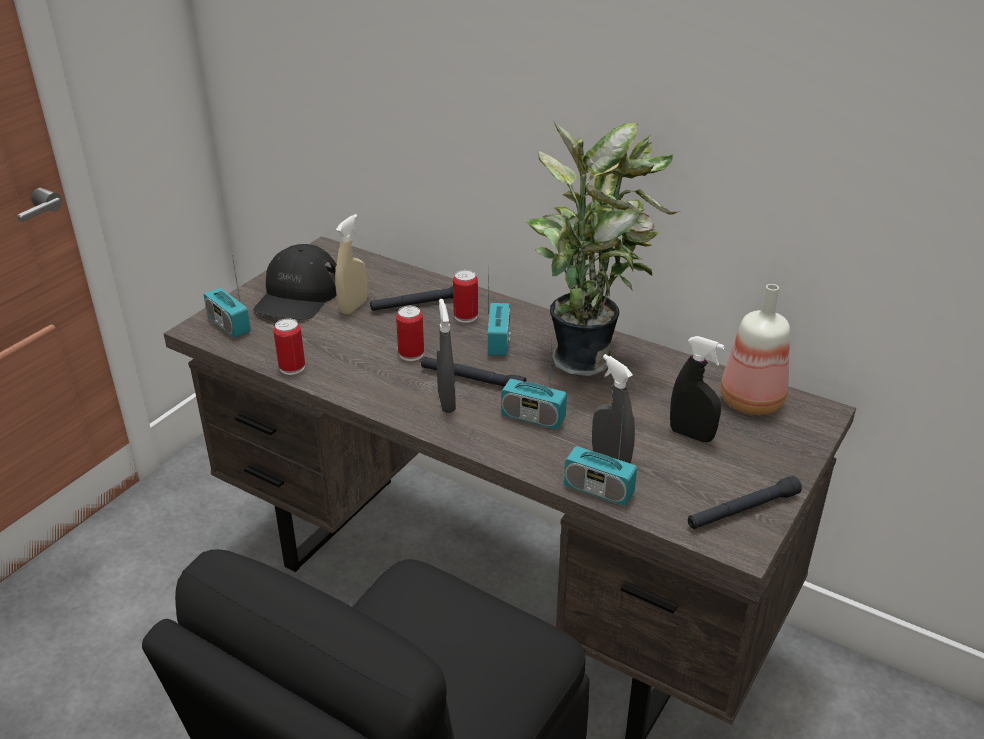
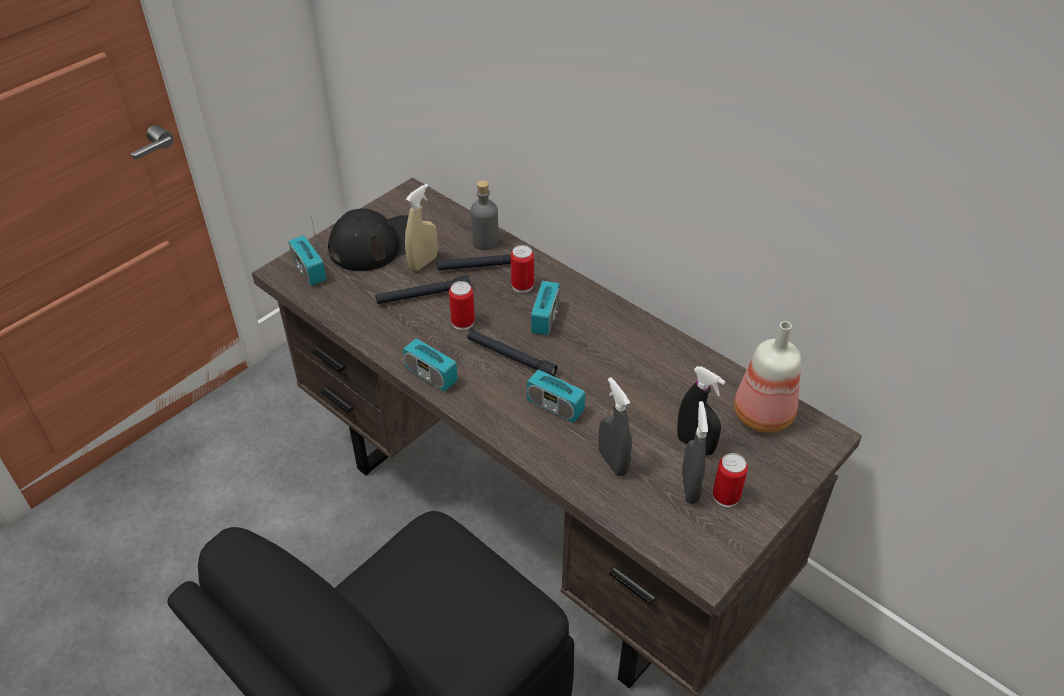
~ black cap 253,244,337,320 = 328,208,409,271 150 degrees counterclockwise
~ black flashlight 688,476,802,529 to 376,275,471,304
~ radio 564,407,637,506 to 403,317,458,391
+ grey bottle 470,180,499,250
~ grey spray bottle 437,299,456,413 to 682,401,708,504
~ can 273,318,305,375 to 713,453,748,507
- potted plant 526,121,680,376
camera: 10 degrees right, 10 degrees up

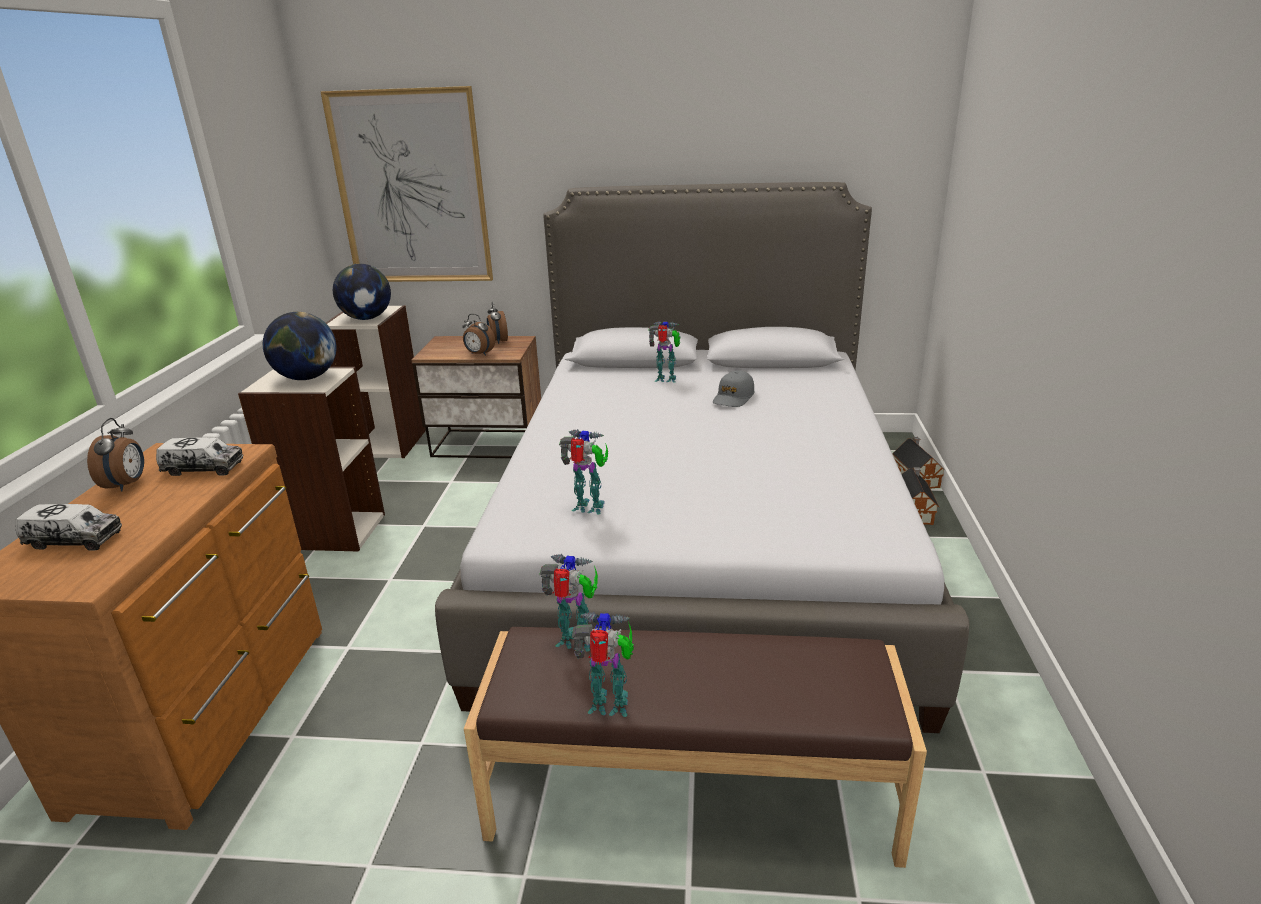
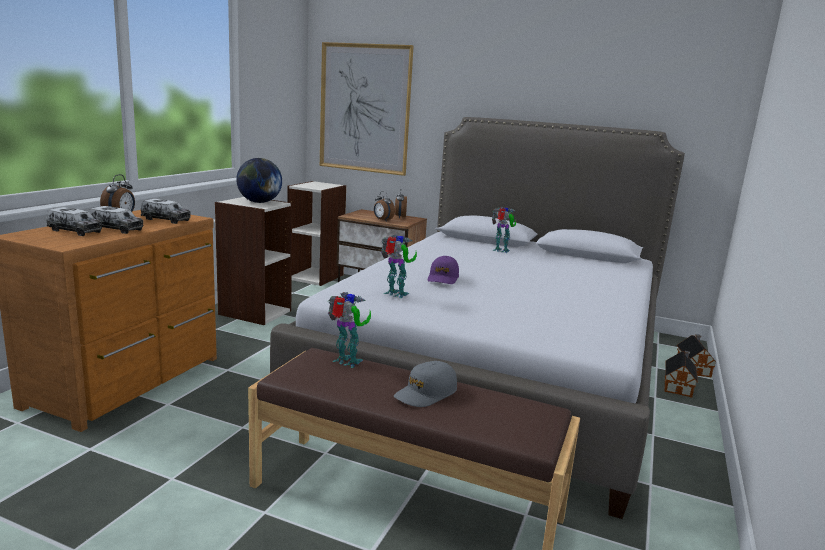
+ toy truck 89,206,144,234
~ grey cap 713,370,755,407 to 394,361,457,407
+ purple cap 428,256,459,284
- globe 333,264,391,320
- toy robot 572,611,634,717
camera: 15 degrees right, 10 degrees down

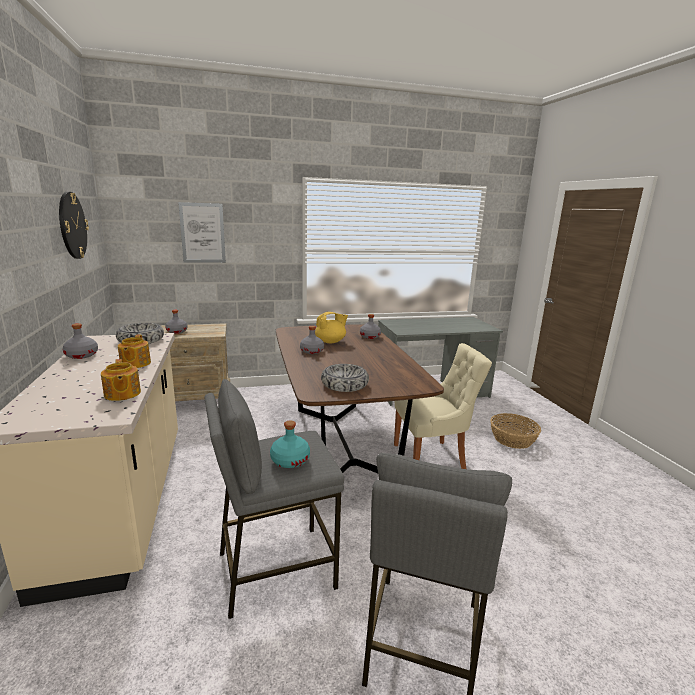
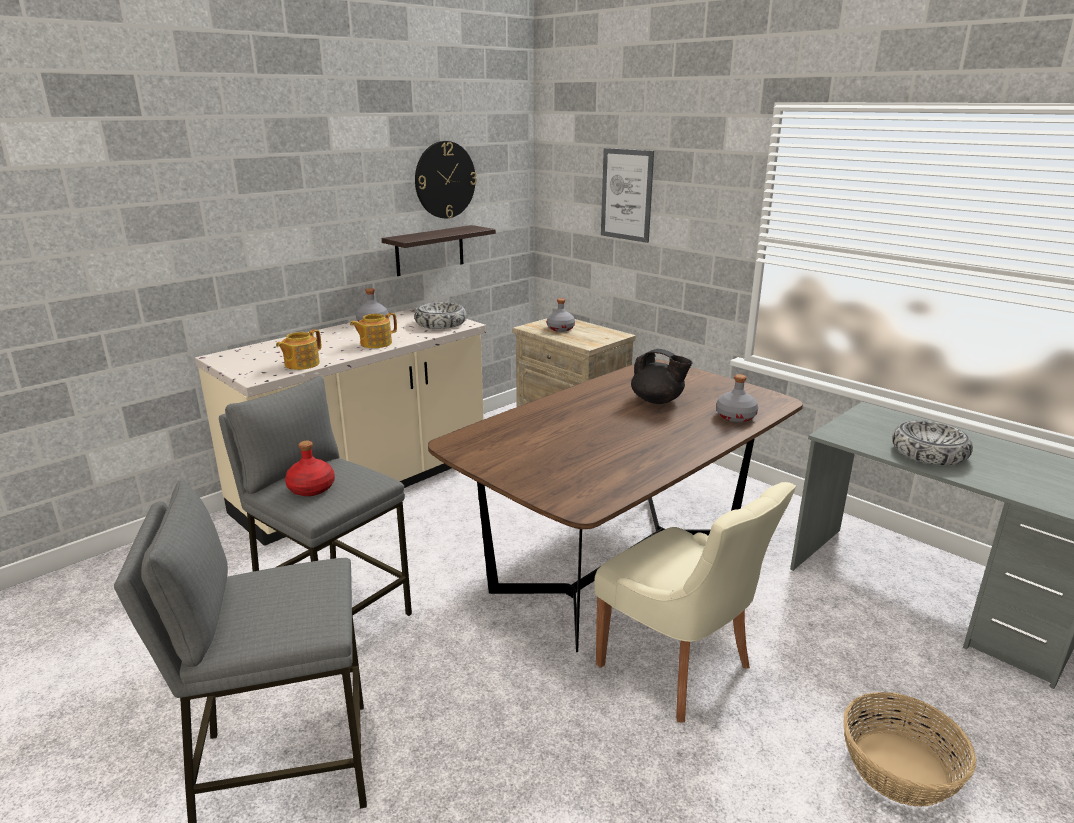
~ turquoise bottle 270,420,310,468 to red bottle 285,441,335,496
+ shelf 382,225,496,276
~ yellow teapot 315,312,348,343 to black teapot 631,349,692,404
~ bowl 321,364,369,392 to 892,420,973,465
- grey bottle 300,326,324,354
camera: 60 degrees right, 5 degrees up

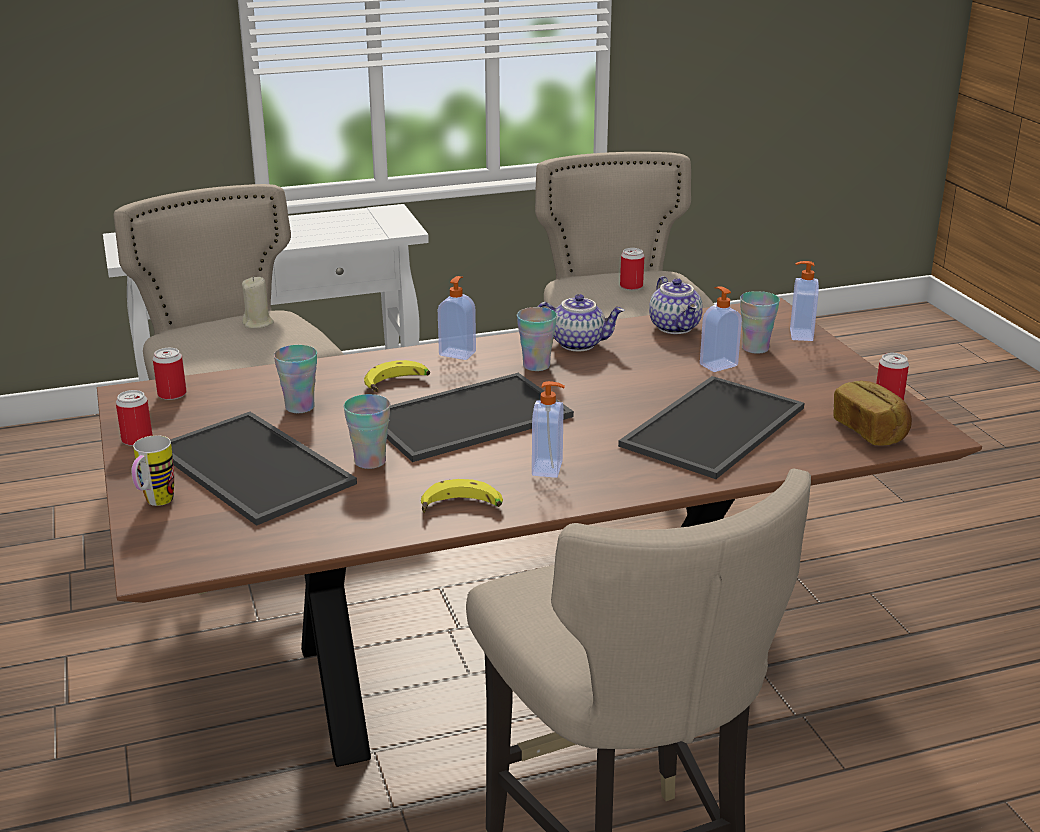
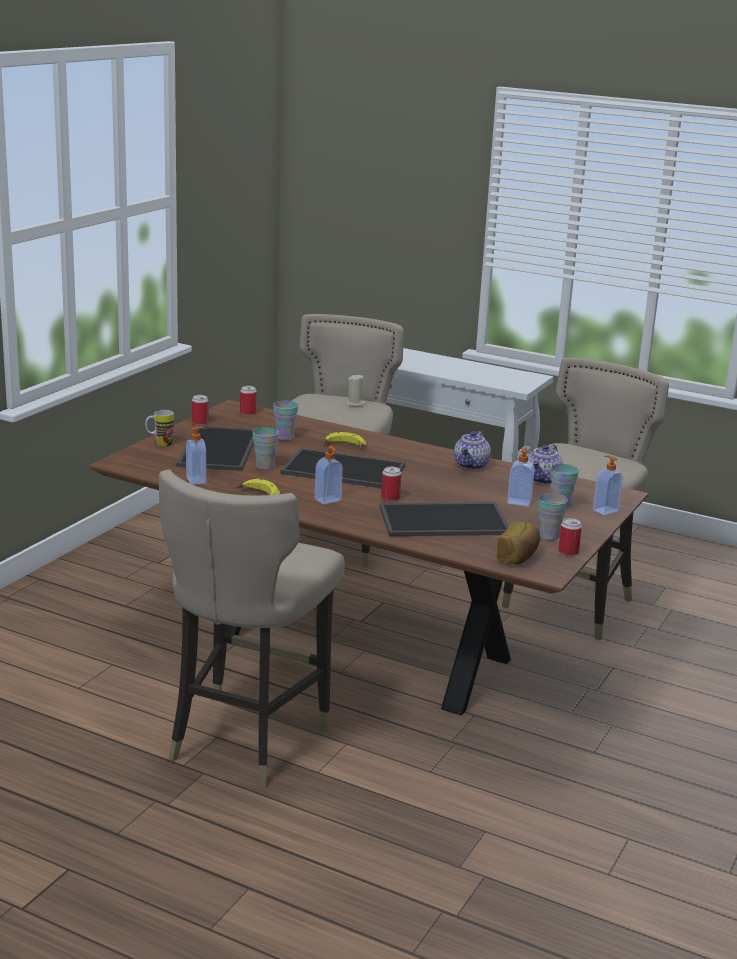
~ soap dispenser 438,276,476,360 to 186,427,206,485
~ can 620,248,644,290 to 381,467,401,501
~ teapot 538,294,625,351 = 454,431,491,470 60 degrees clockwise
~ cup 517,307,557,371 to 538,493,568,540
camera: 45 degrees right, 5 degrees down

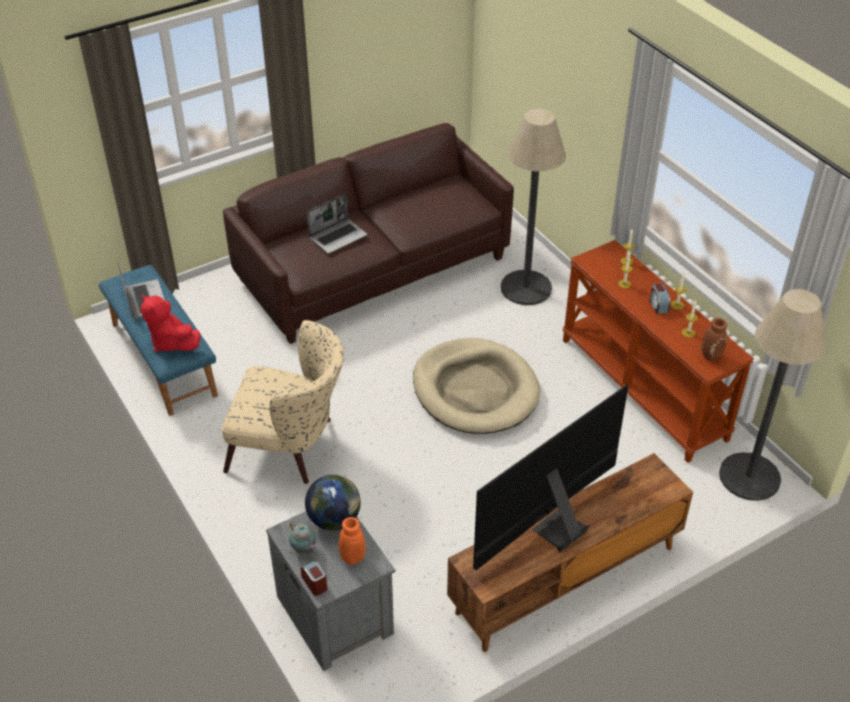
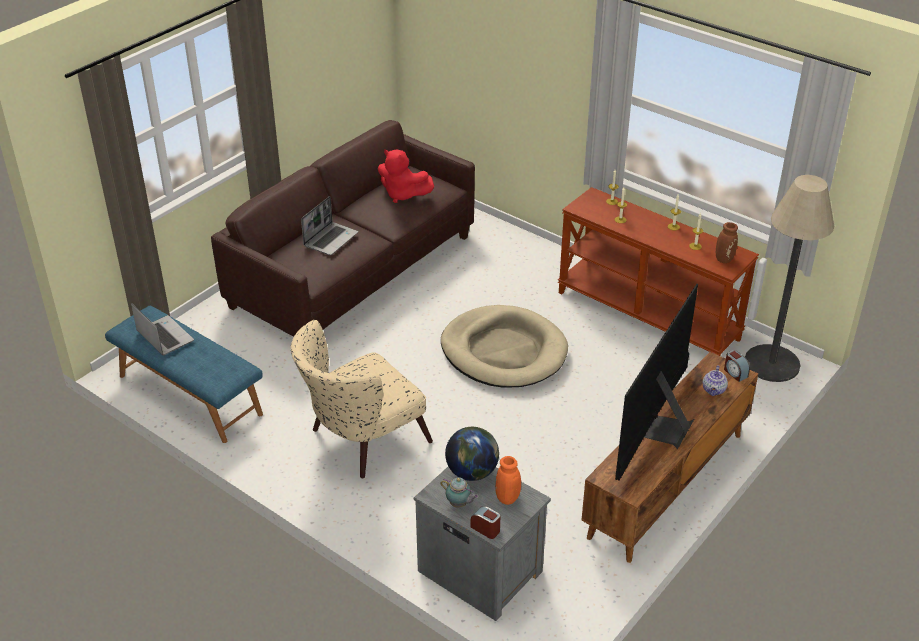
~ beige armchair 221,320,344,484 = 291,320,433,478 150 degrees clockwise
~ red plush toy 141,294,200,352 to 378,149,434,203
+ teapot 703,365,728,396
~ alarm clock 649,283,670,314 to 724,350,750,382
- floor lamp 501,109,566,305
camera: 20 degrees left, 5 degrees down

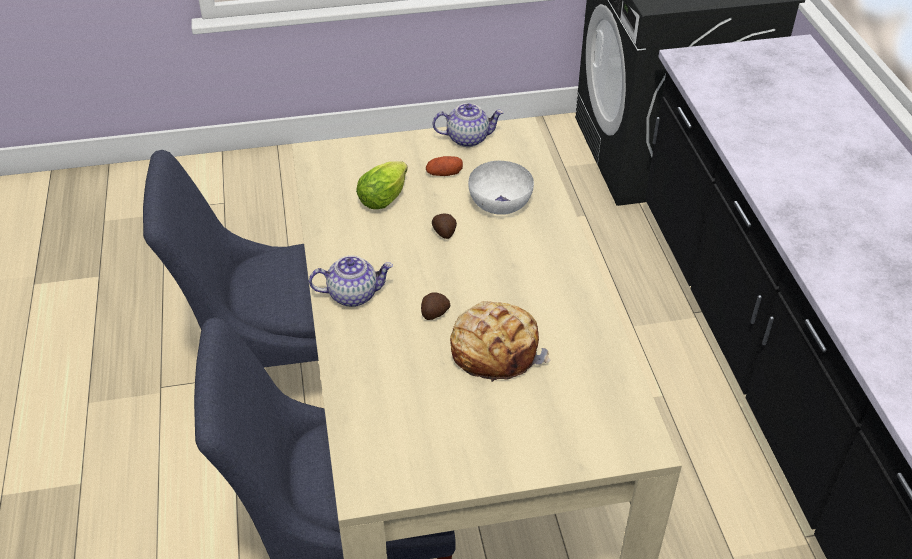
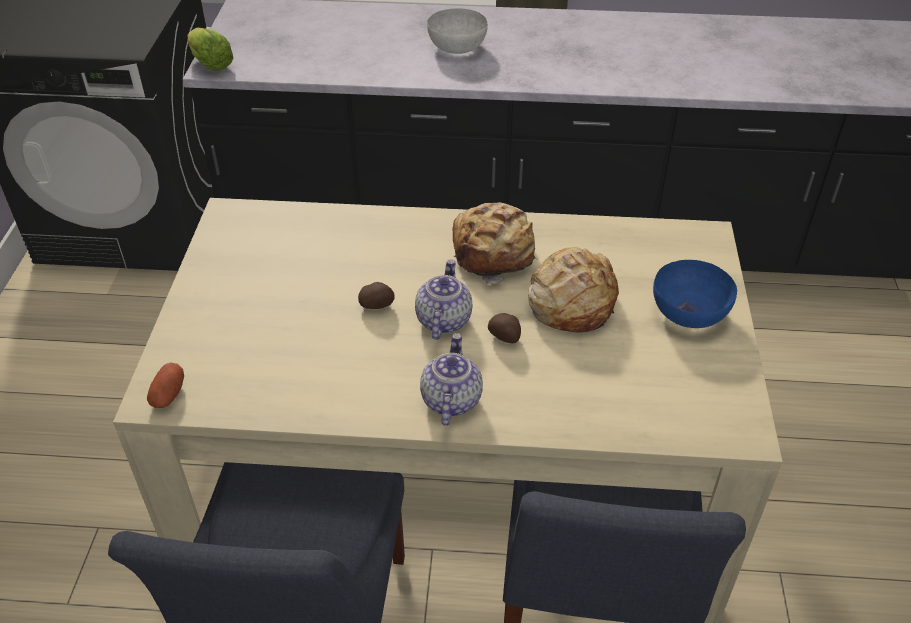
~ potato 426,156,463,176 to 147,362,184,408
~ lettuce 356,161,408,209 to 187,28,233,71
~ teapot 432,103,504,147 to 415,259,472,340
~ white bowl 468,161,534,215 to 427,8,488,54
+ bread 453,202,538,286
+ blue bowl 653,260,737,328
camera: 75 degrees left, 0 degrees up

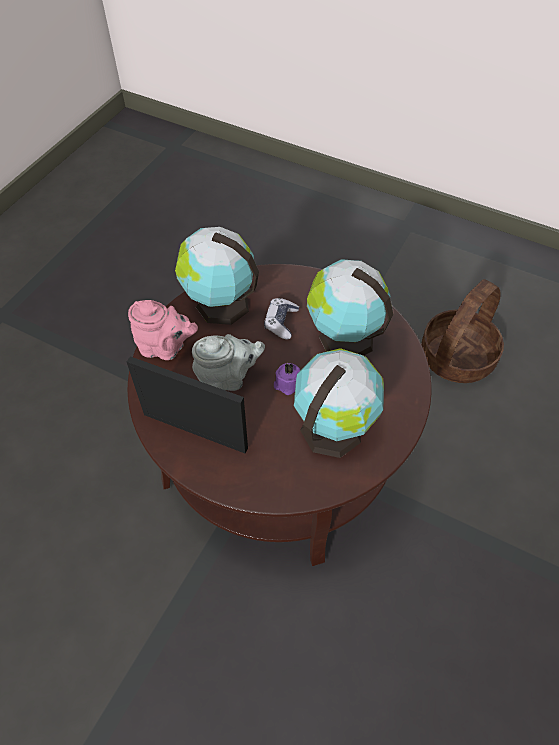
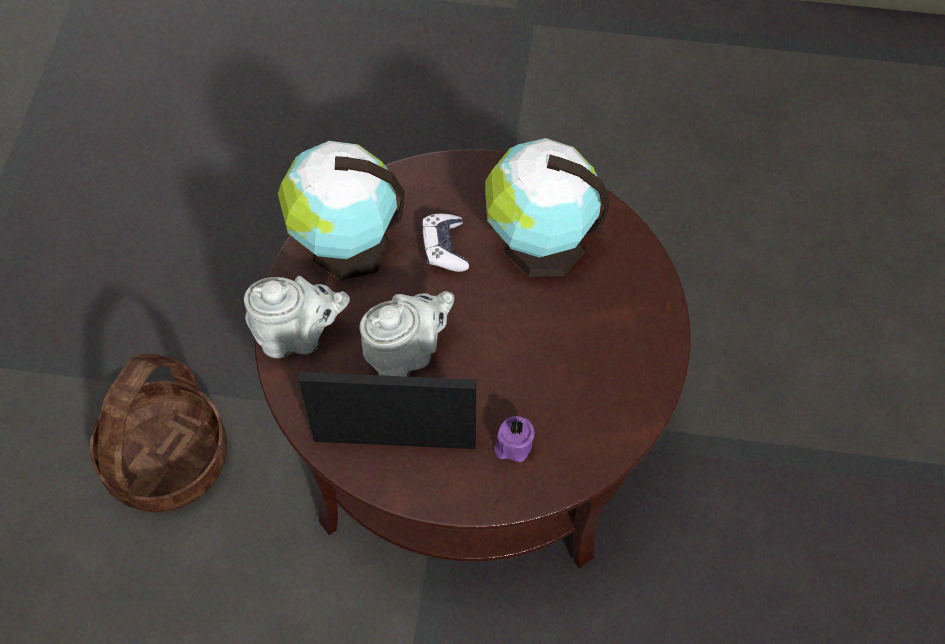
~ basket 421,279,504,383 to 89,354,227,513
~ pink teapot 128,300,198,360 to grey teapot 244,276,350,358
~ purple candle 274,363,300,395 to 494,416,534,462
- globe 294,348,384,458
camera: 20 degrees left, 5 degrees up

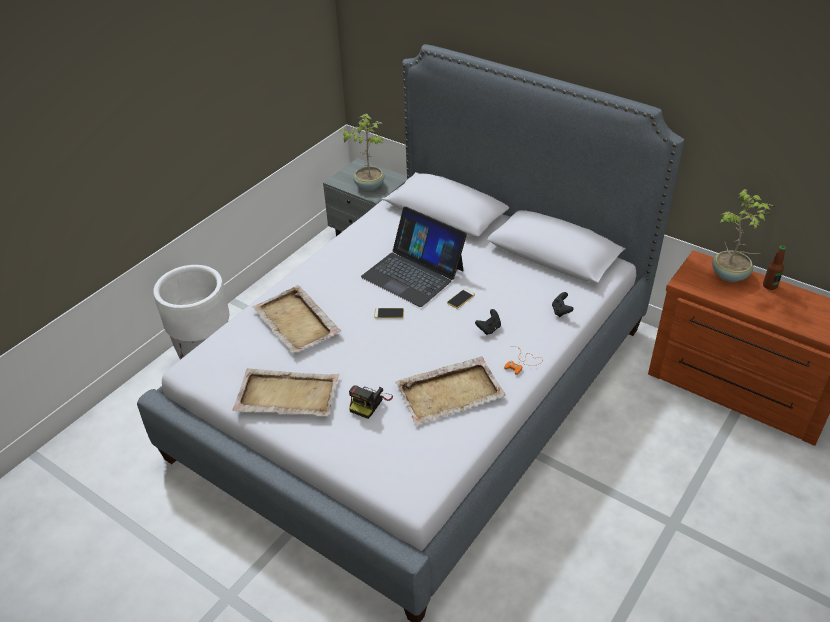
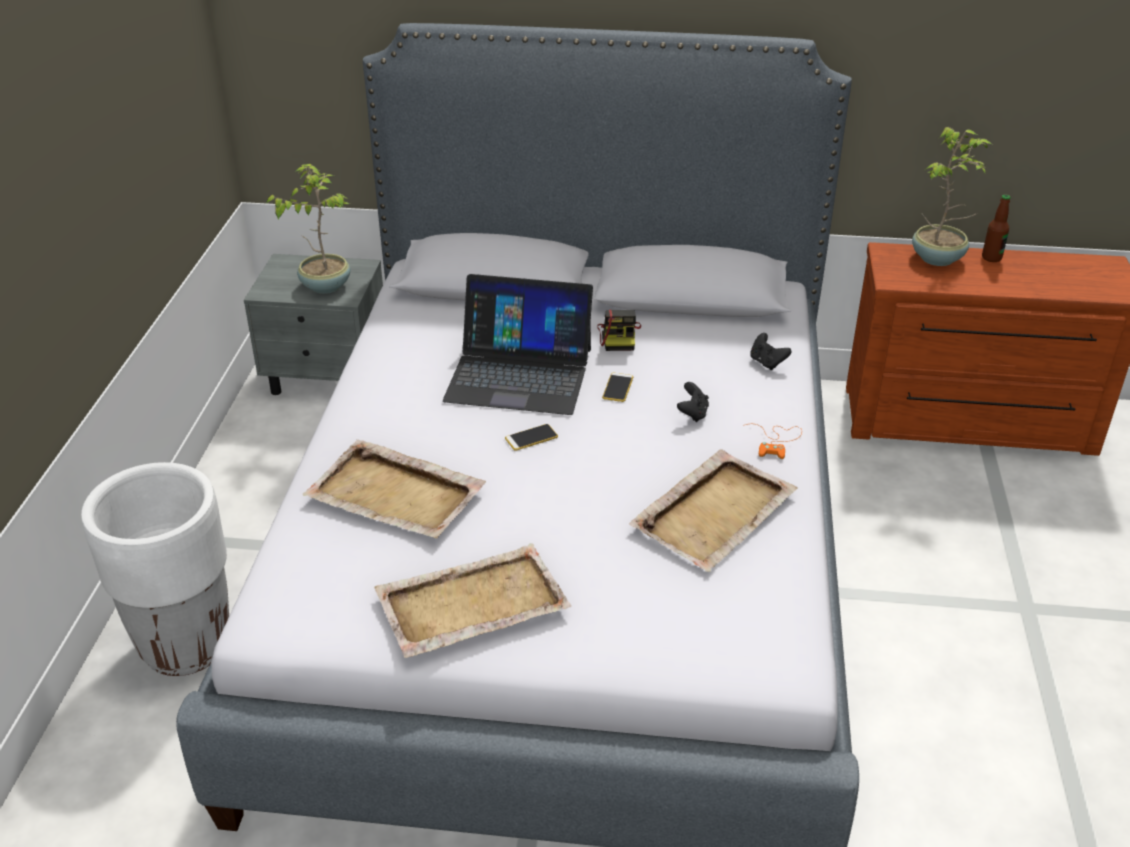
~ photo camera 349,385,393,419 to 597,310,641,351
camera: 30 degrees left, 5 degrees down

